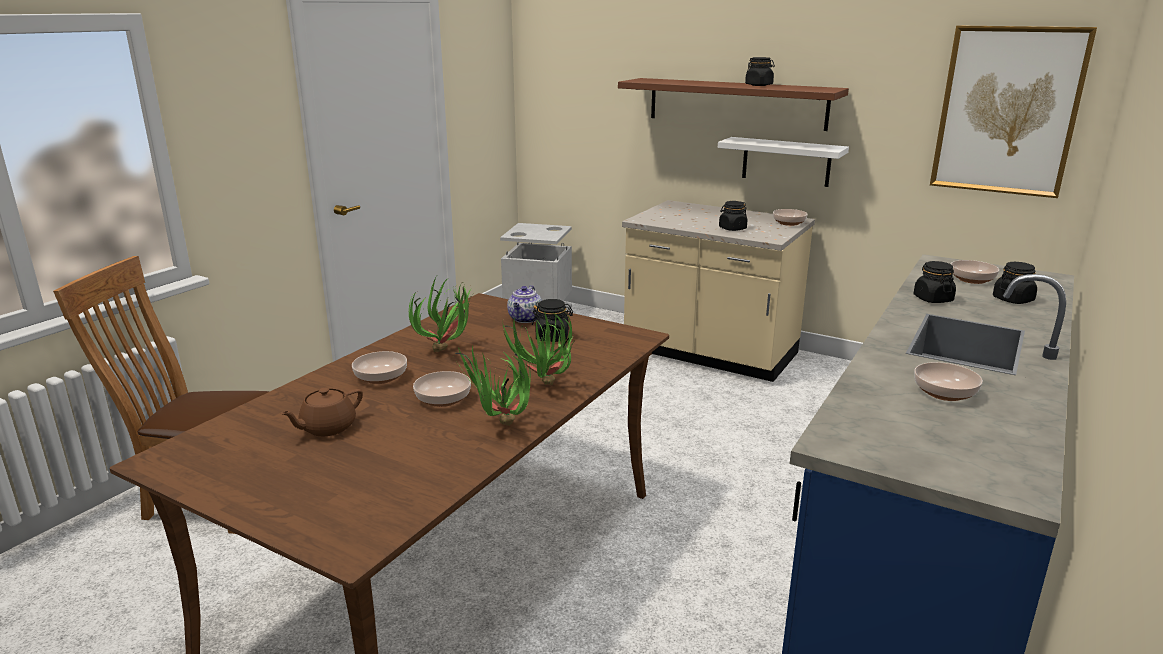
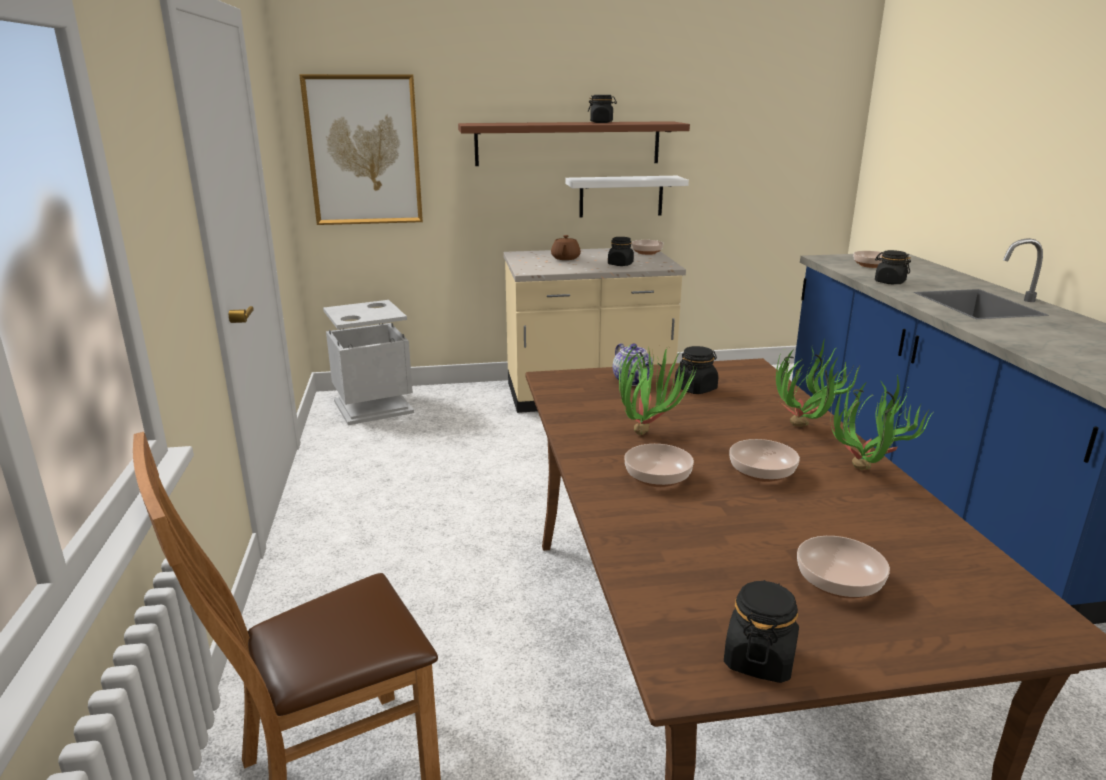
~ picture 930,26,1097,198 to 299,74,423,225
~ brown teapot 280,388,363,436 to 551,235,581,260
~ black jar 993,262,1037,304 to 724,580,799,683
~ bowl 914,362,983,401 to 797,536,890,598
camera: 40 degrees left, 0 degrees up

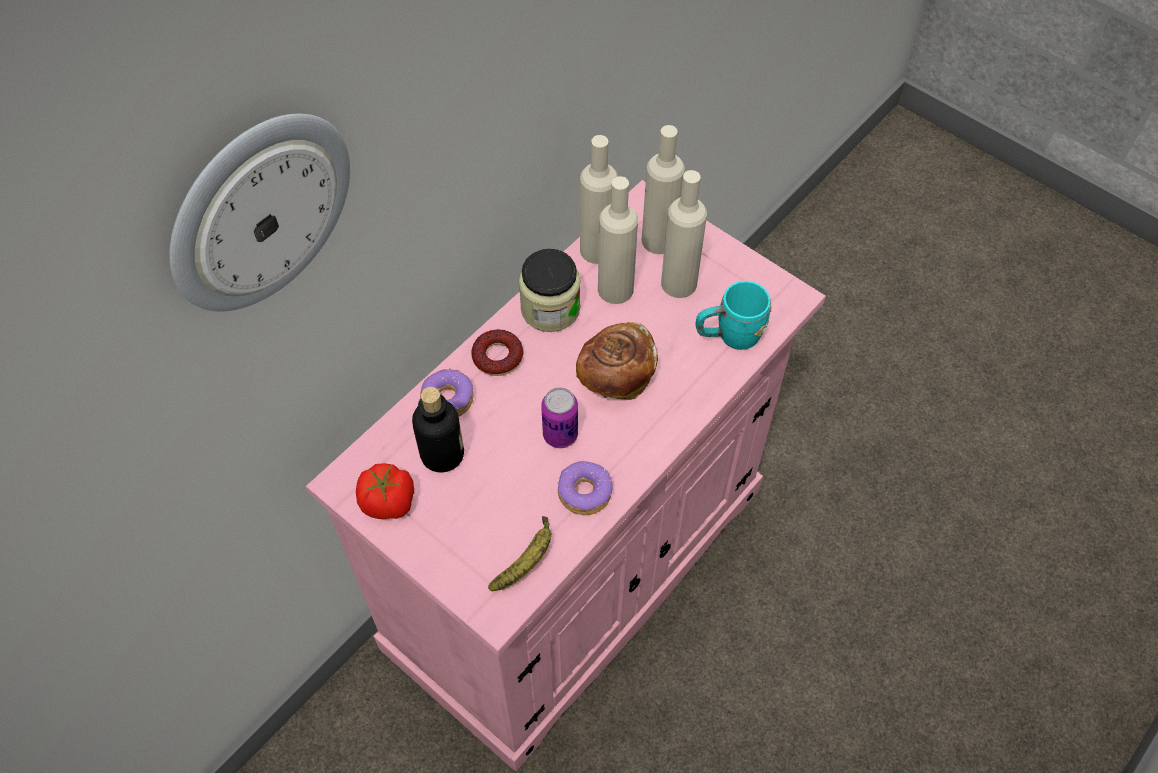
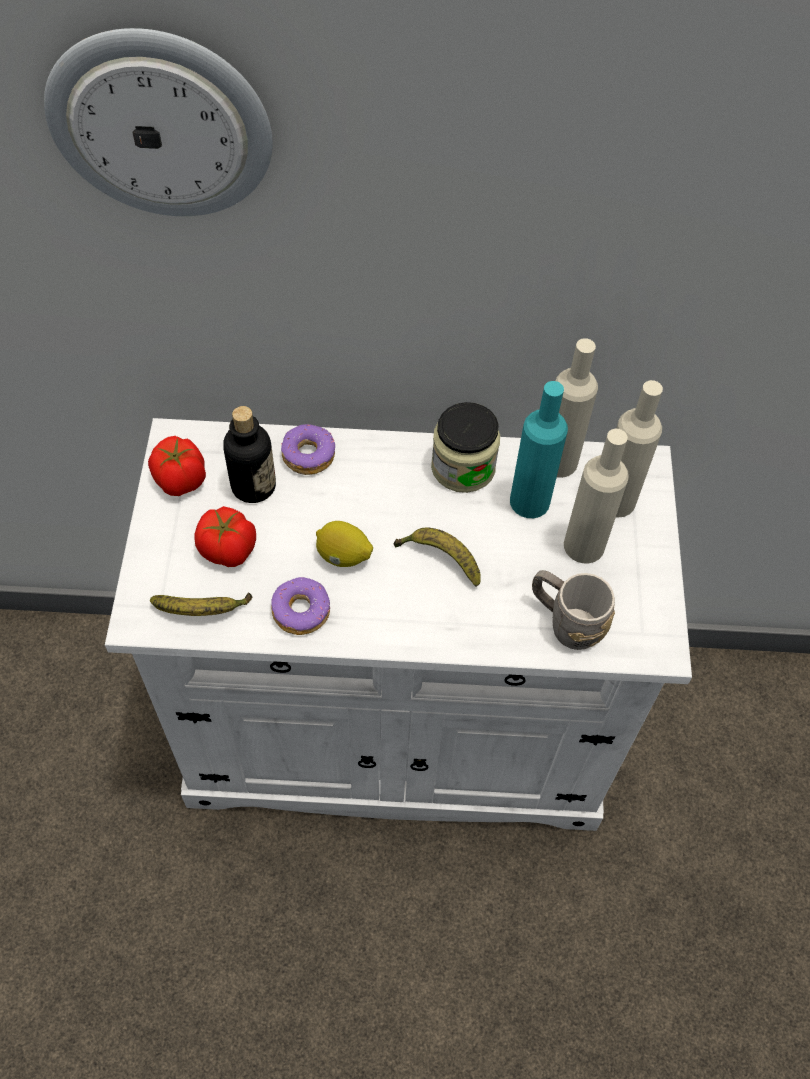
~ pink cabinet 306,180,826,771 to white cabinet 105,418,692,831
+ tomato 194,506,256,567
~ can 541,388,578,448 to lemon 316,521,373,567
~ bread 576,322,658,400 to banana 393,528,481,587
~ beige bottle 598,176,638,304 to turquoise bottle 510,381,568,518
~ turquoise mug 696,281,772,350 to grey mug 532,570,615,650
- donut 472,329,524,376
camera: 50 degrees right, 0 degrees up

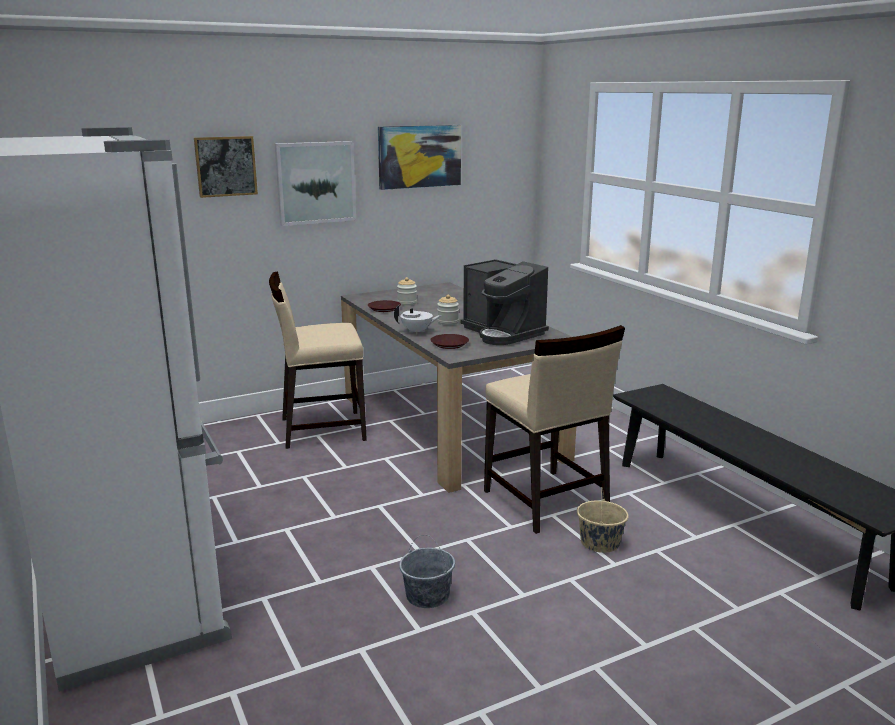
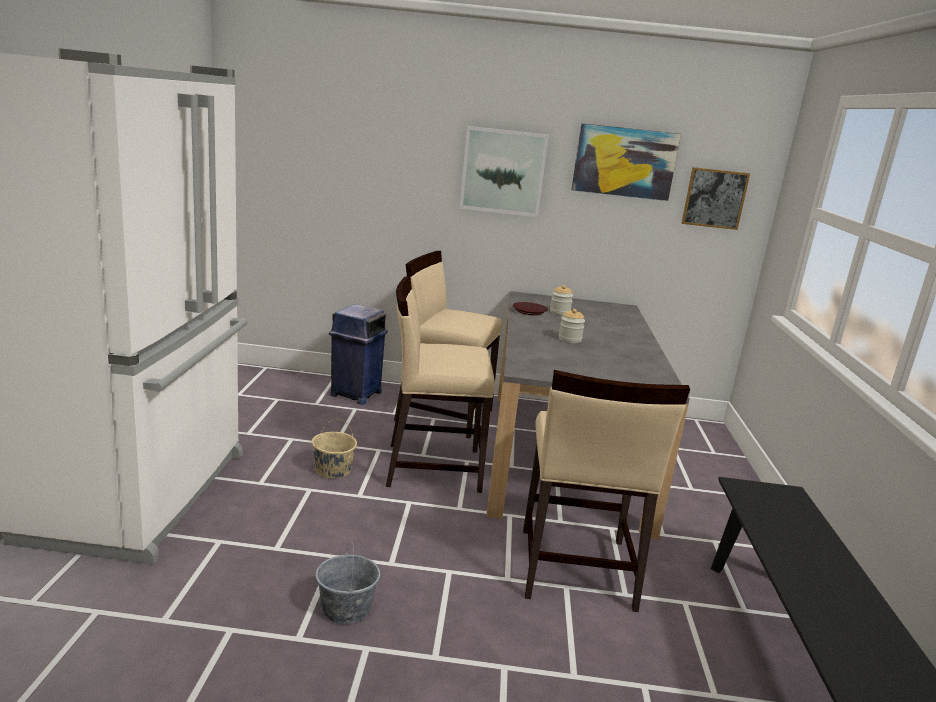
~ beige bucket 577,487,628,553 to 312,418,357,479
+ blue trash can 329,304,388,405
+ beige chair 386,276,495,493
~ picture 194,136,258,198 to 682,167,750,230
- white teapot 394,305,442,334
- brown plate 430,334,469,349
- coffee machine 461,259,549,345
camera: 30 degrees right, 0 degrees up

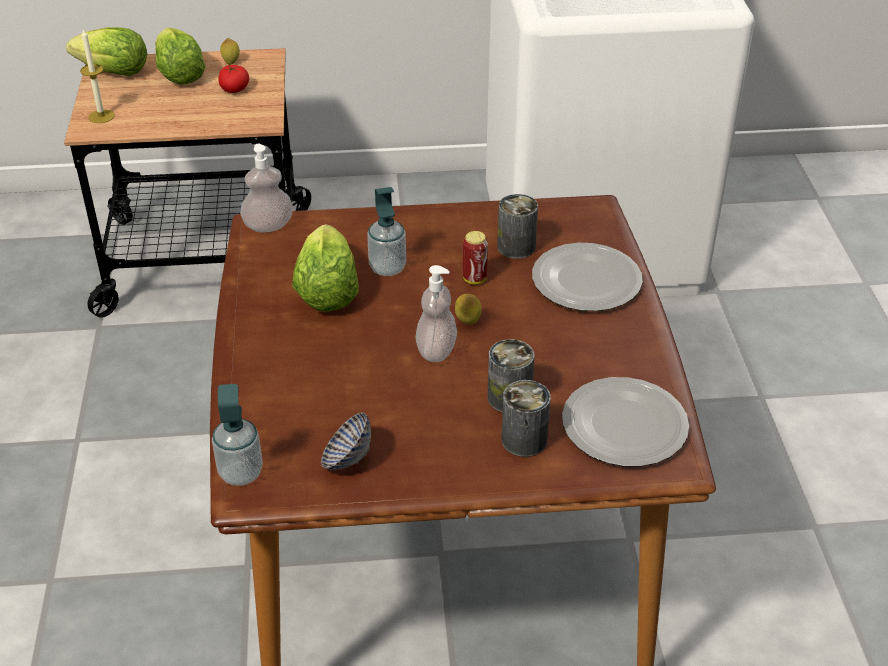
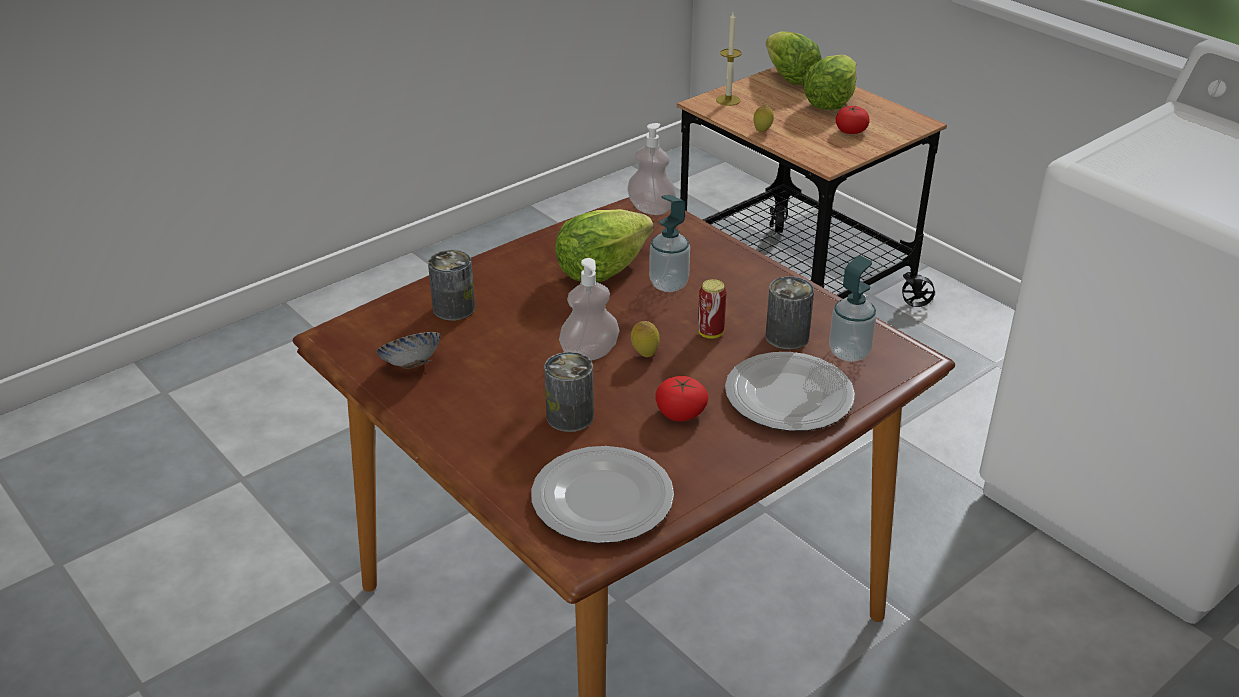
~ can 501,380,551,457 to 428,250,475,321
+ tomato 656,376,709,422
~ lemon 220,38,240,65 to 753,104,774,132
~ soap dispenser 212,384,263,486 to 829,255,877,362
camera: 55 degrees right, 5 degrees down

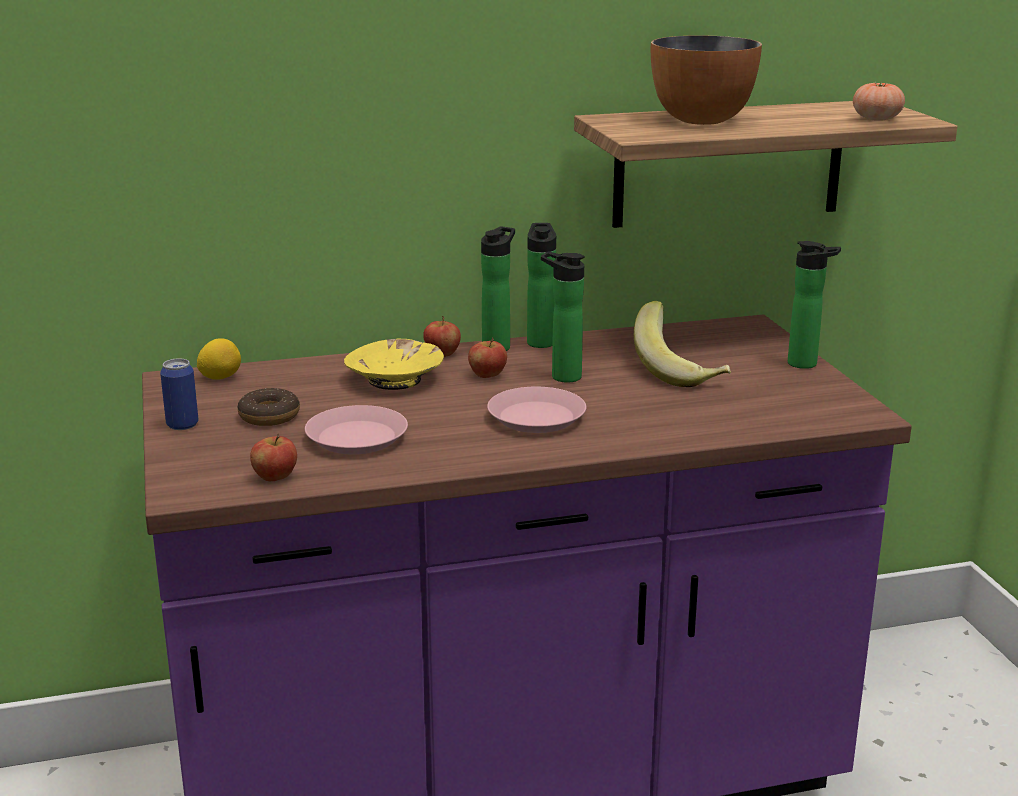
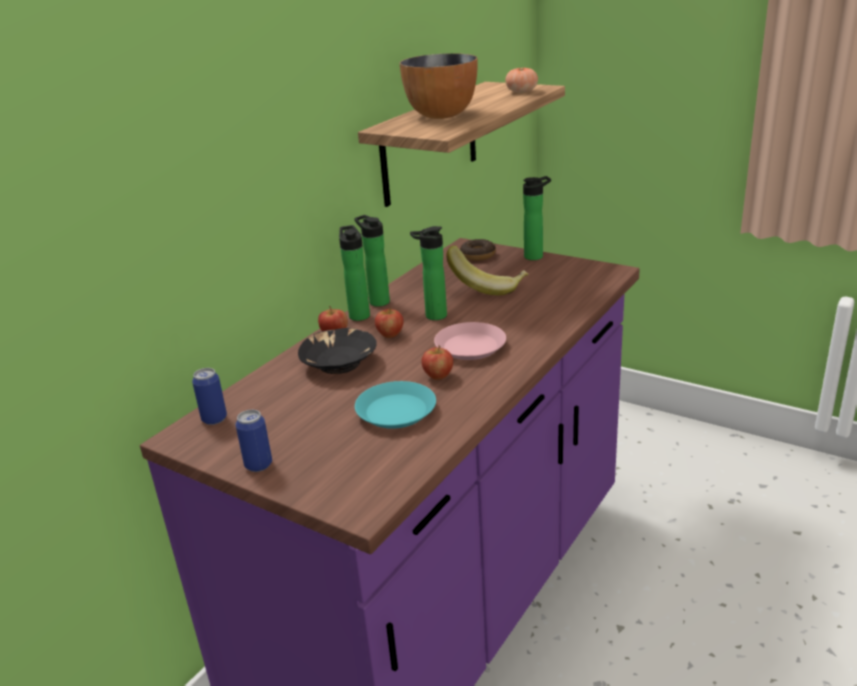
~ lemon 197,338,241,380 to can 192,368,227,425
~ yellow bowl 344,339,444,390 to black bowl 298,328,377,374
~ pink plate 305,405,408,454 to turquoise plate 355,381,436,429
~ apple 250,433,297,481 to 421,345,453,380
~ donut 237,388,300,426 to 460,239,496,261
camera: 40 degrees left, 5 degrees up

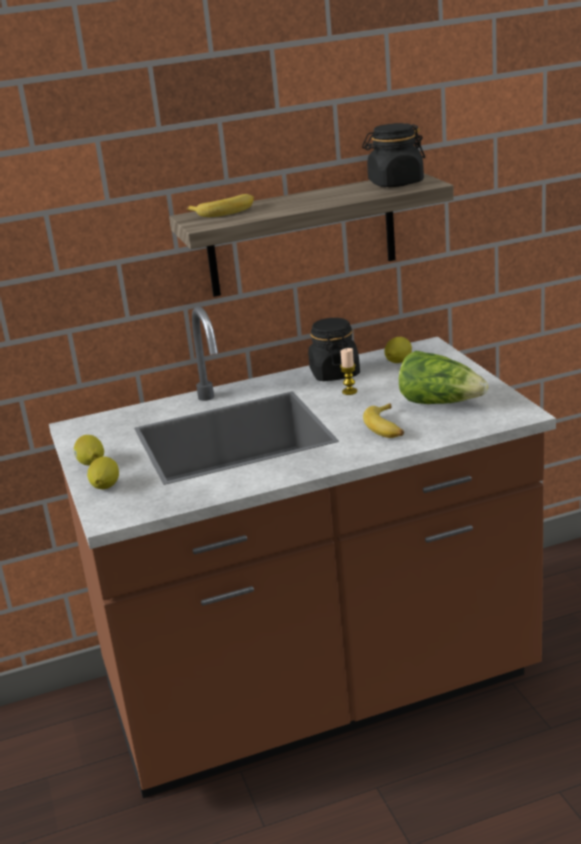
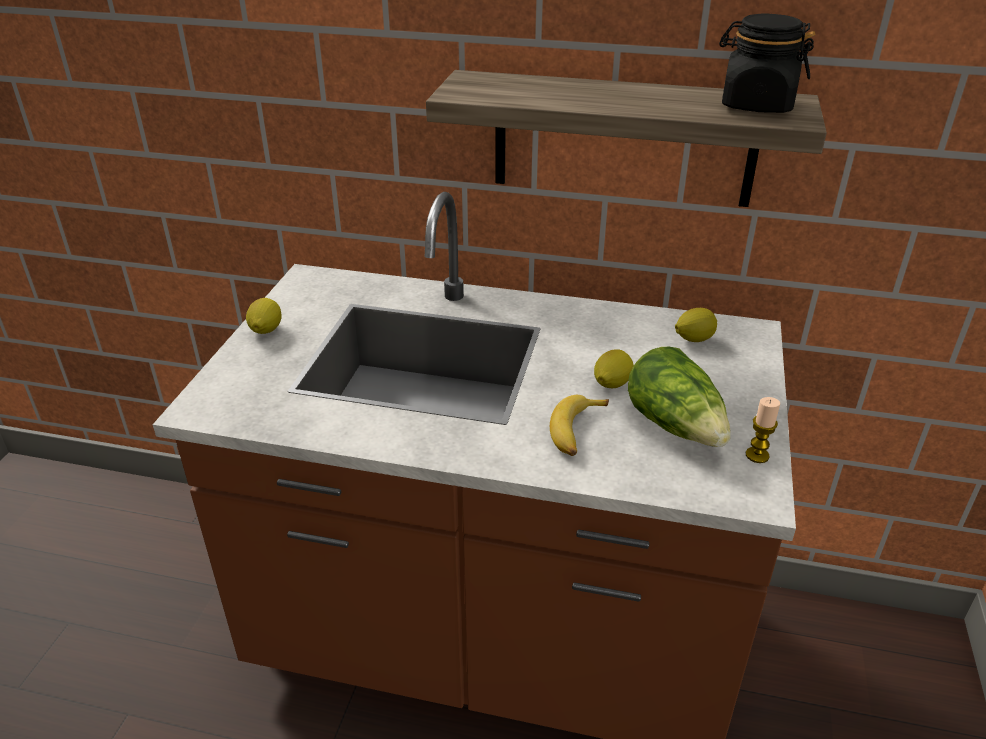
~ lemon 87,456,119,489 to 594,349,633,388
~ candle 340,348,357,395 to 746,397,780,463
- banana 186,194,254,217
- black jar 308,318,360,381
camera: 30 degrees right, 10 degrees up

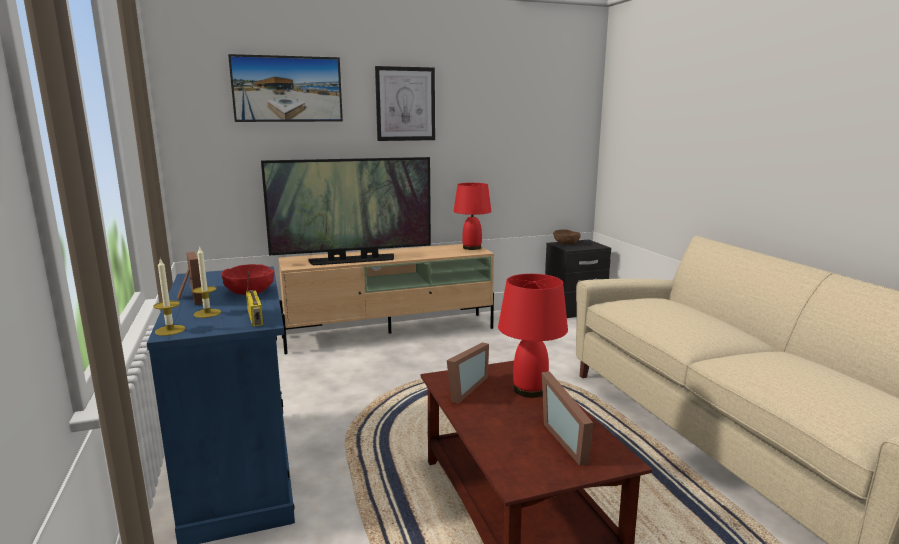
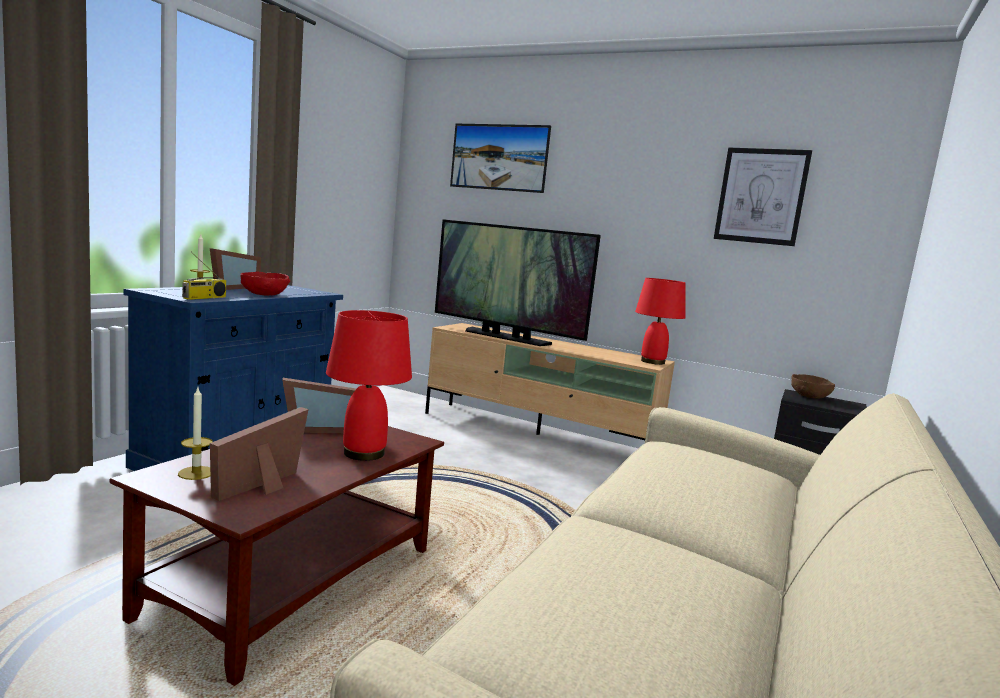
~ candle 153,258,185,336 to 178,388,213,480
~ picture 375,66,435,141 to 714,147,812,246
camera: 45 degrees right, 5 degrees down

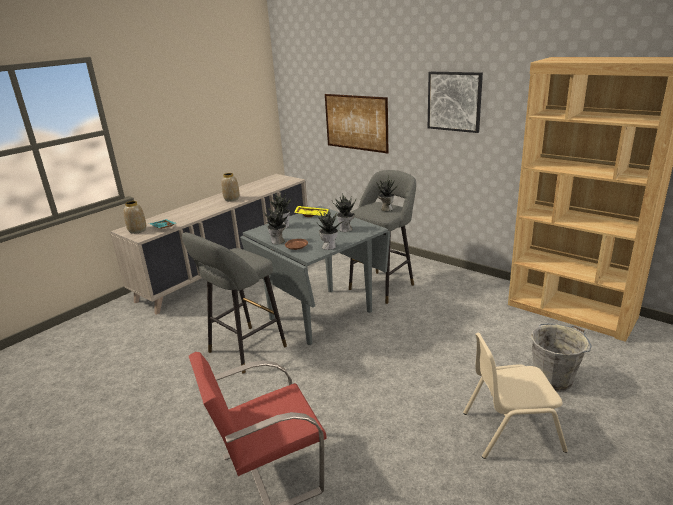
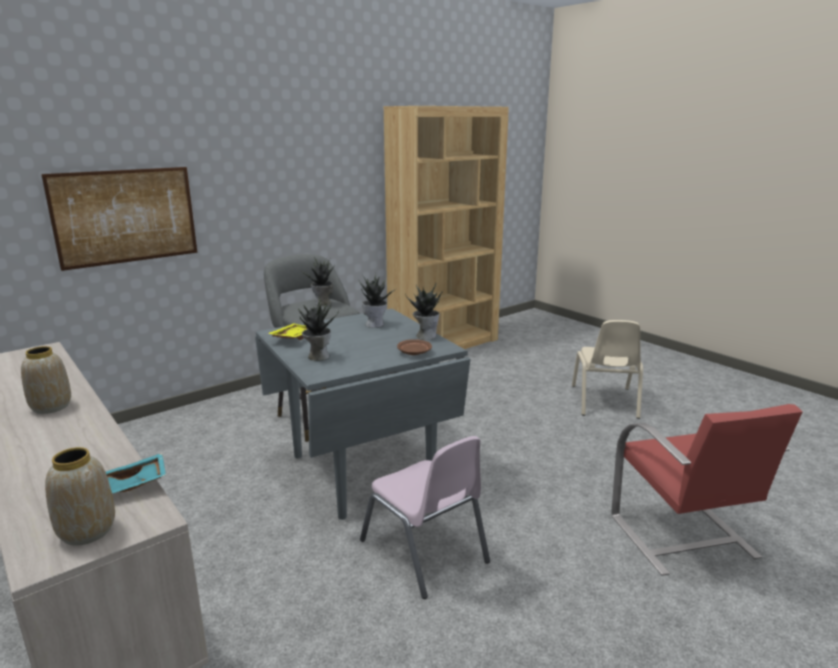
~ grey stool 182,232,287,374 to pink chair 360,436,490,599
- potted plant 264,207,290,244
- picture 428,72,483,133
- grey bucket 531,323,592,392
camera: 80 degrees left, 5 degrees down

